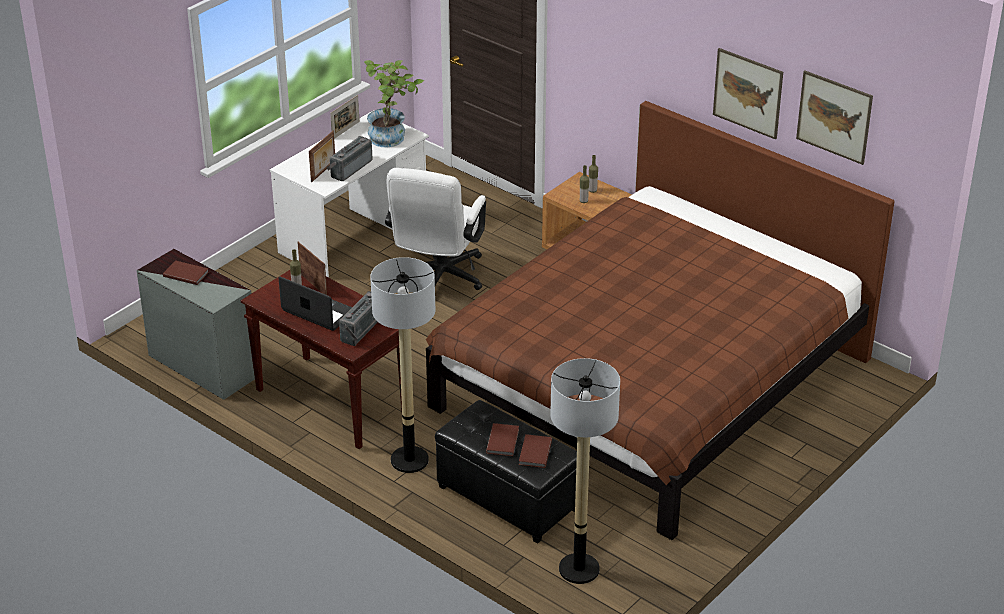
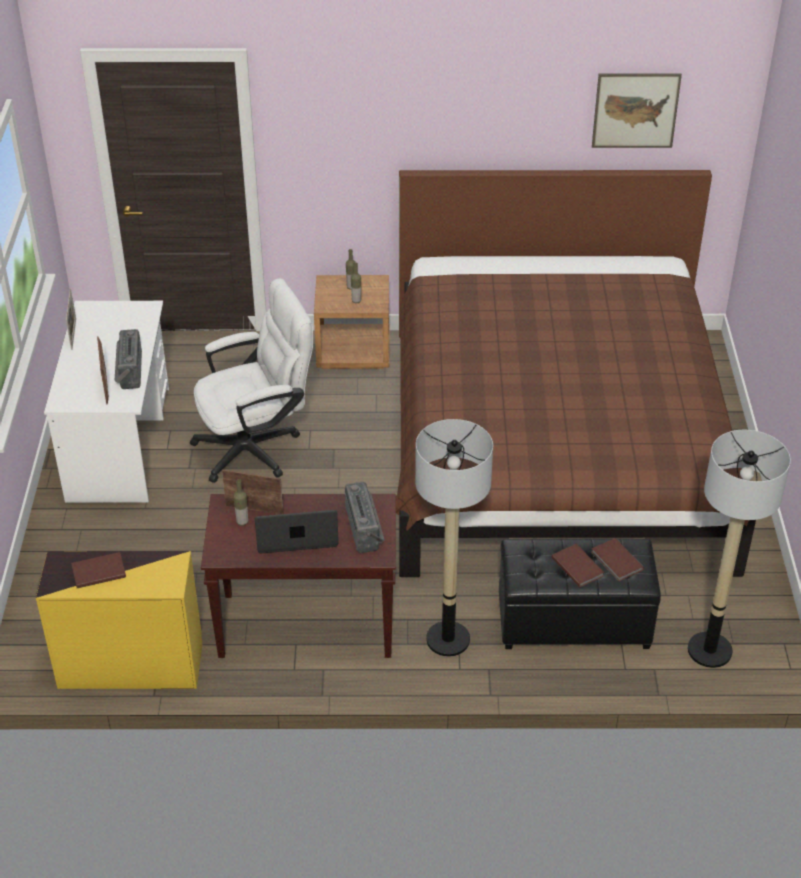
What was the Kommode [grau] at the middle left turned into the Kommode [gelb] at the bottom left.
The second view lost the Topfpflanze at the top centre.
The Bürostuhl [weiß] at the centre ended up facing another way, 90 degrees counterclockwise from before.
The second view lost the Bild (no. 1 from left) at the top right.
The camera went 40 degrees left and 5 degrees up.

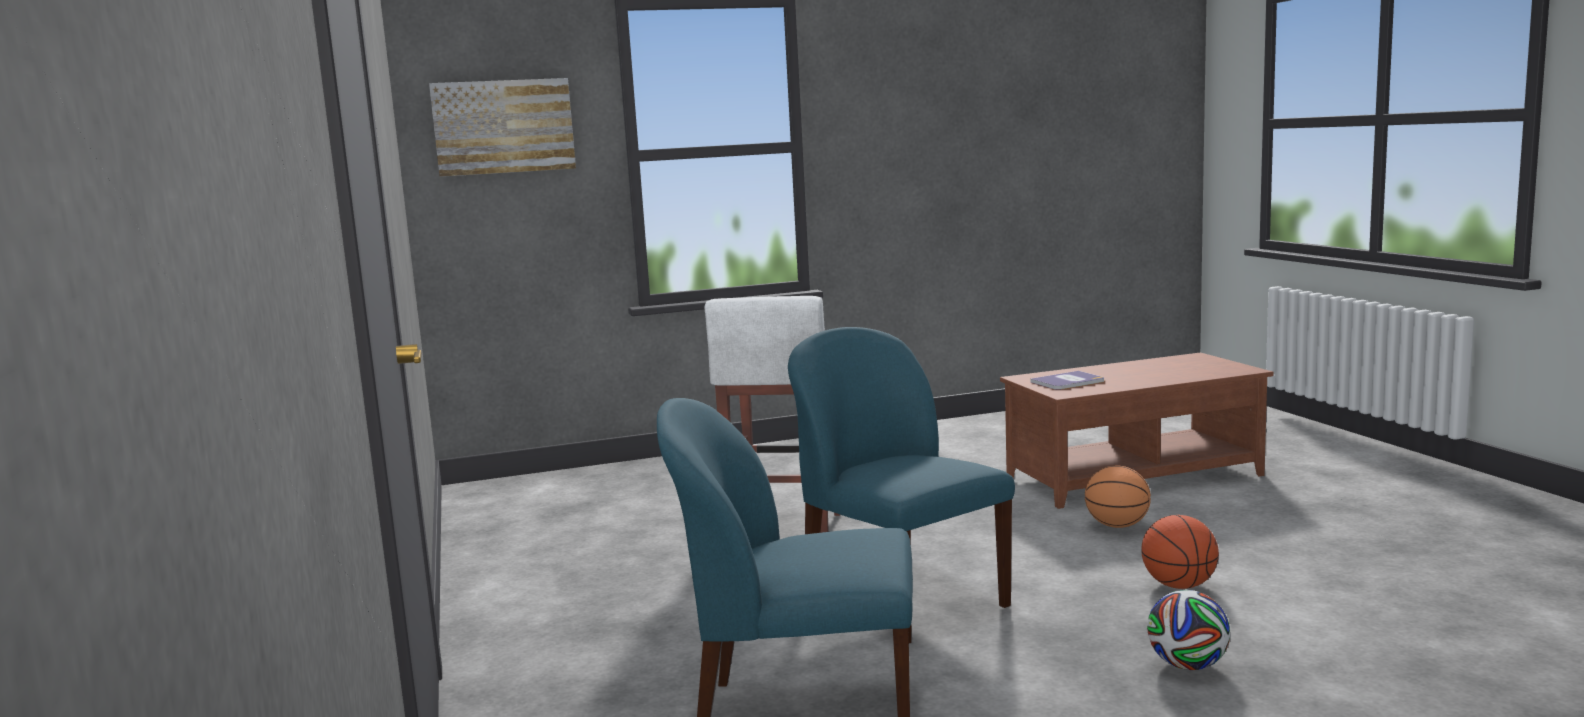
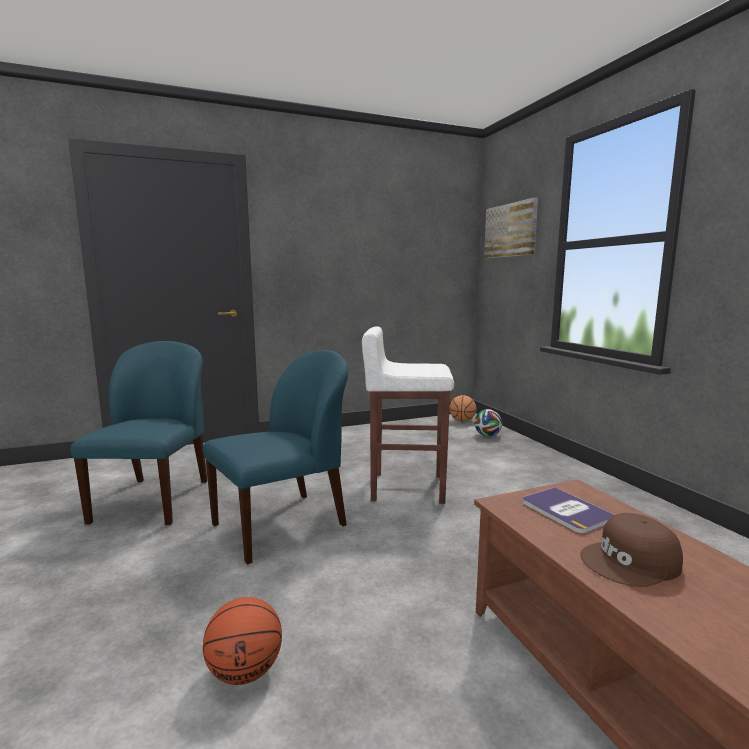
The Basketball (no. 1 from left in the first image) ended up elsewhere, having gone from the bottom right to the centre.
The Fußball ended up elsewhere, having gone from the bottom right to the centre.
The second view gained the Kappe [braun] at the bottom right.
The camera went 85 degrees right and 0 degrees up.

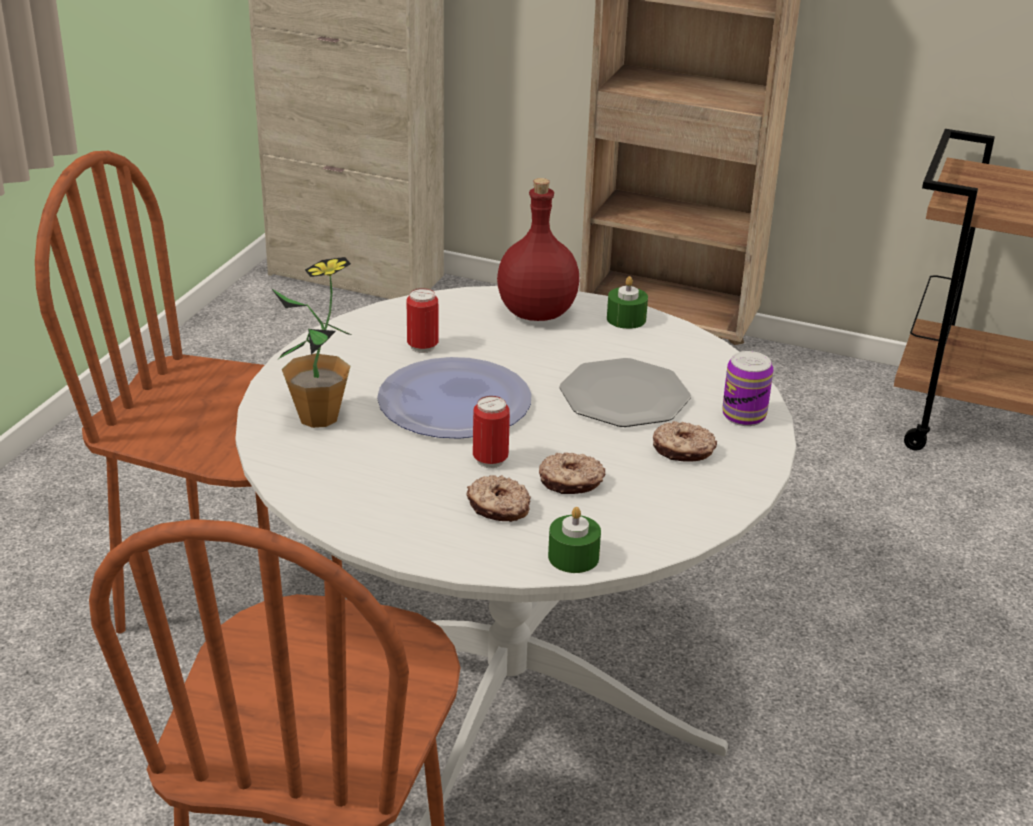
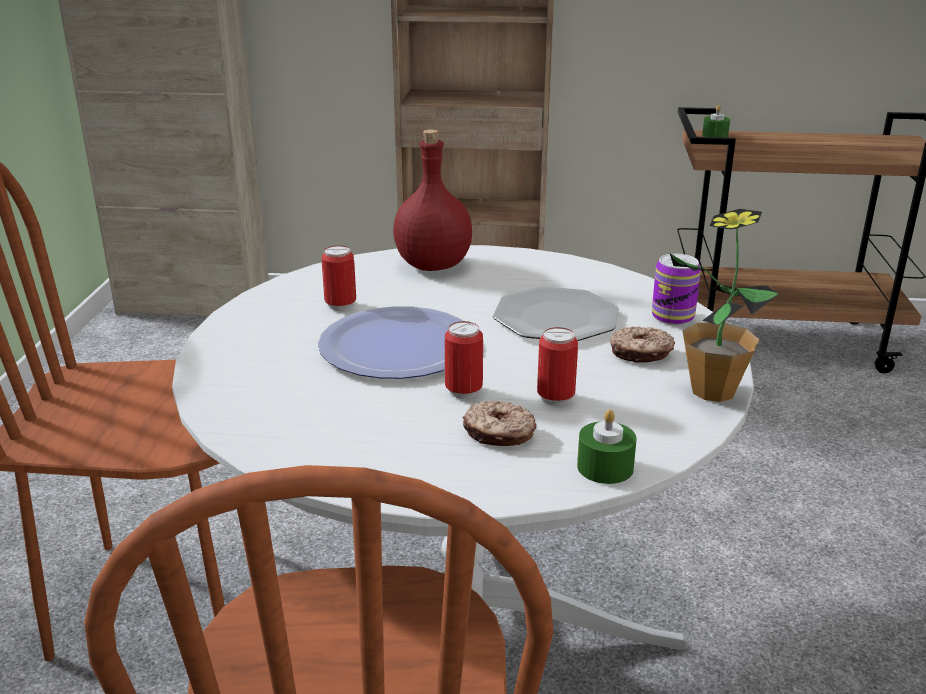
The Topfpflanze ended up elsewhere, having gone from the middle left to the middle right.
Where the Donut (no. 2 from left) stood at the centre, the Dose (no. 3 from left) came to stand at the centre.
The Kerze [grün] (no. 2 from left) ended up elsewhere, having gone from the centre to the top right.
The camera went 15 degrees left and 5 degrees down.

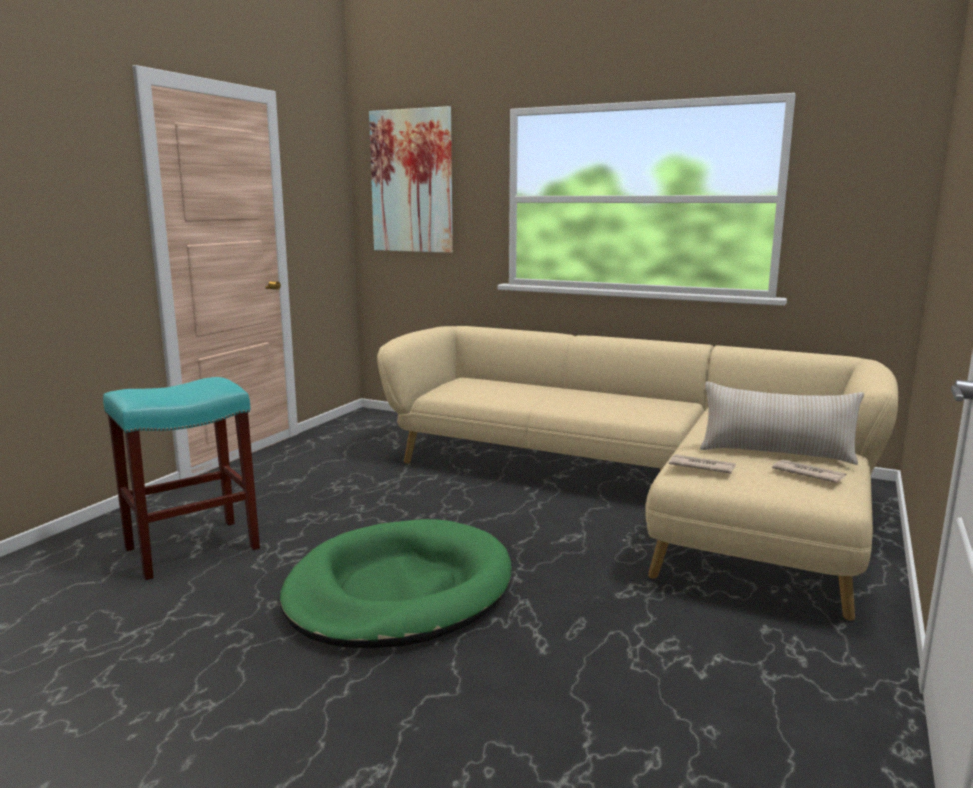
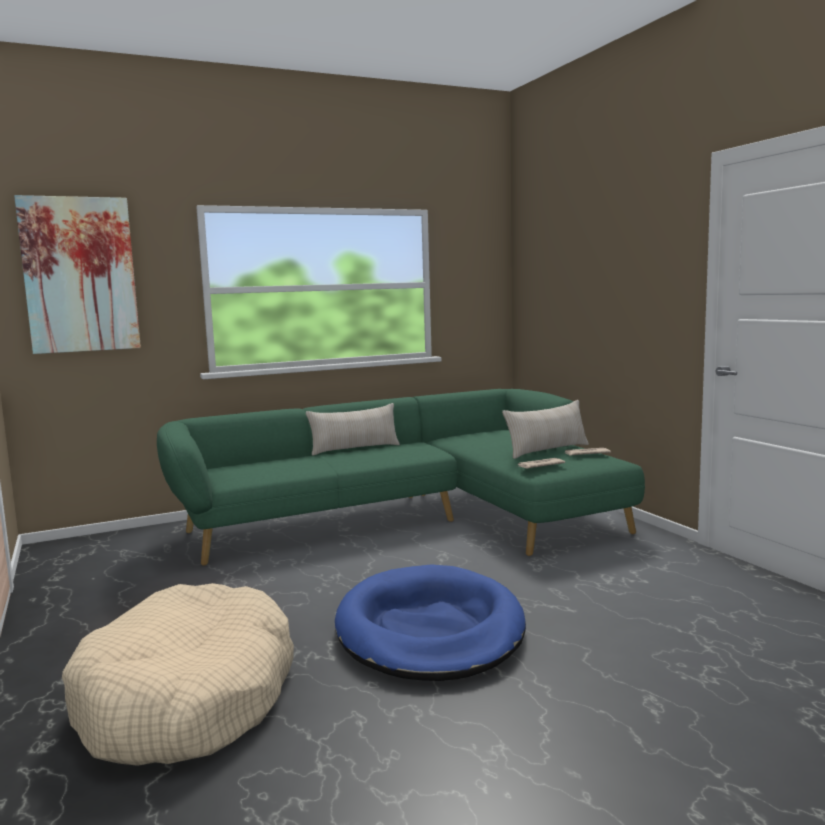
Where the Hocker [türkis] stood at the middle left, the Hundebett [beige] came to stand at the bottom left.
What was the Hundebett [grün] at the bottom centre turned into the Hundebett [blau] at the bottom centre.
What was the Sofa [beige] at the centre turned into the Sofa [grün] at the centre.
The second view gained the Kissen [beige] (no. 1 from left) at the centre.
The camera went 50 degrees left and 5 degrees down.

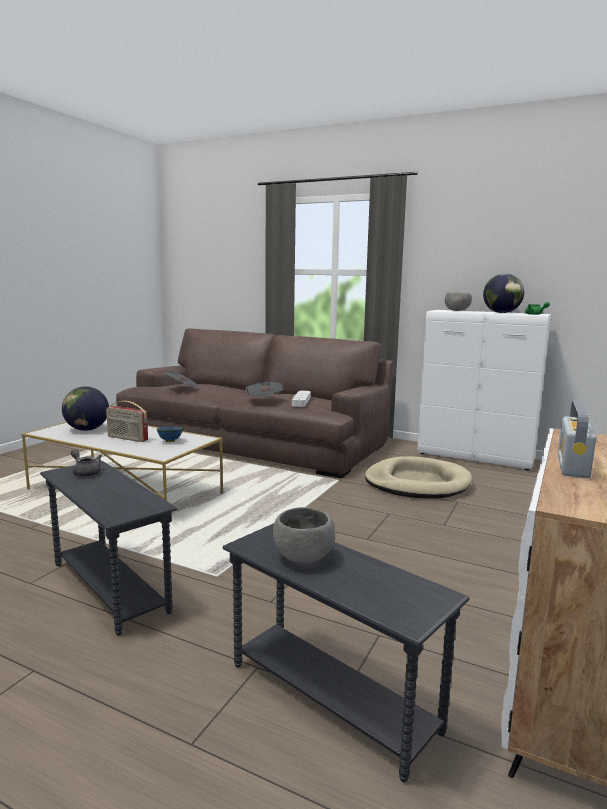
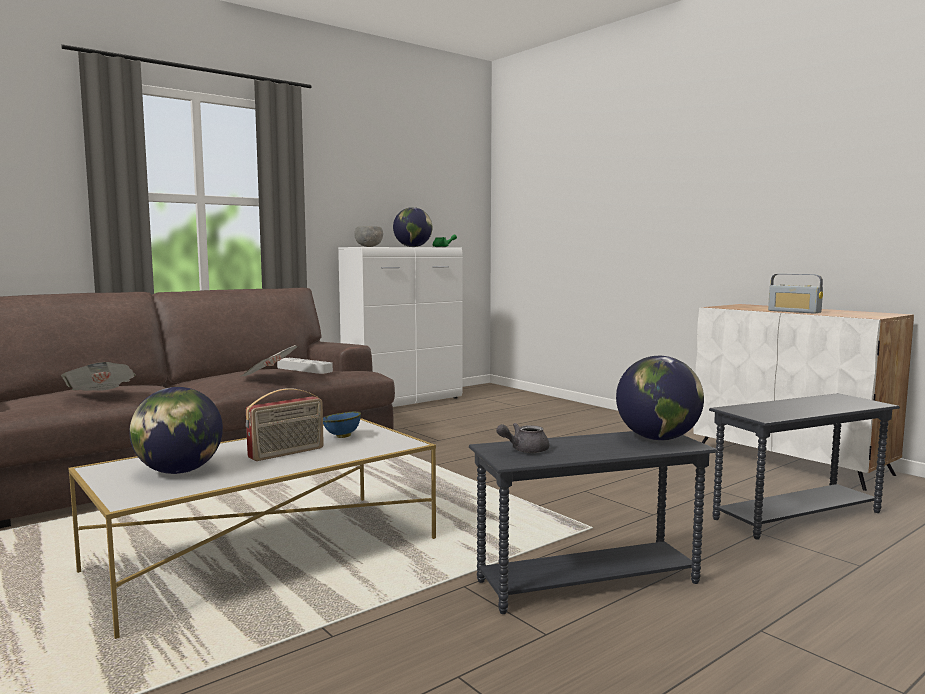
The second view lost the Schüssel [grau] (no. 1 from left) at the centre.
The second view lost the Hundebett [beige] at the middle right.
The second view gained the Globus (no. 3 from left) at the middle right.
The camera went 65 degrees left and 5 degrees down.

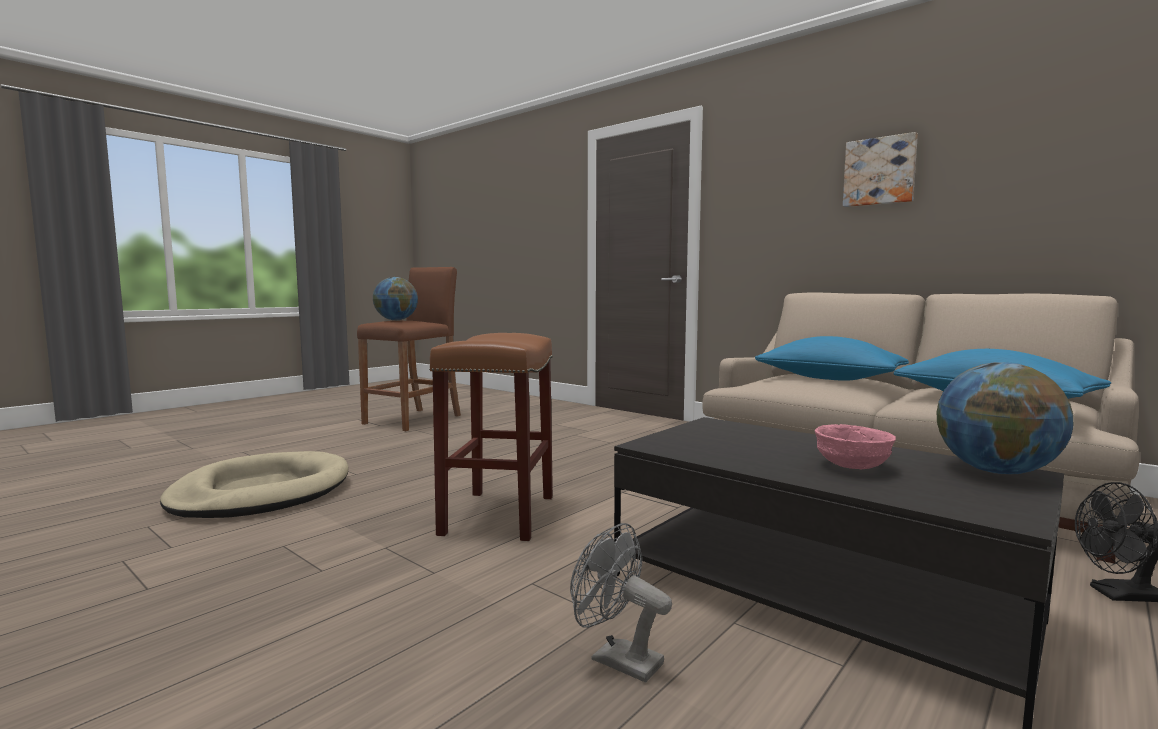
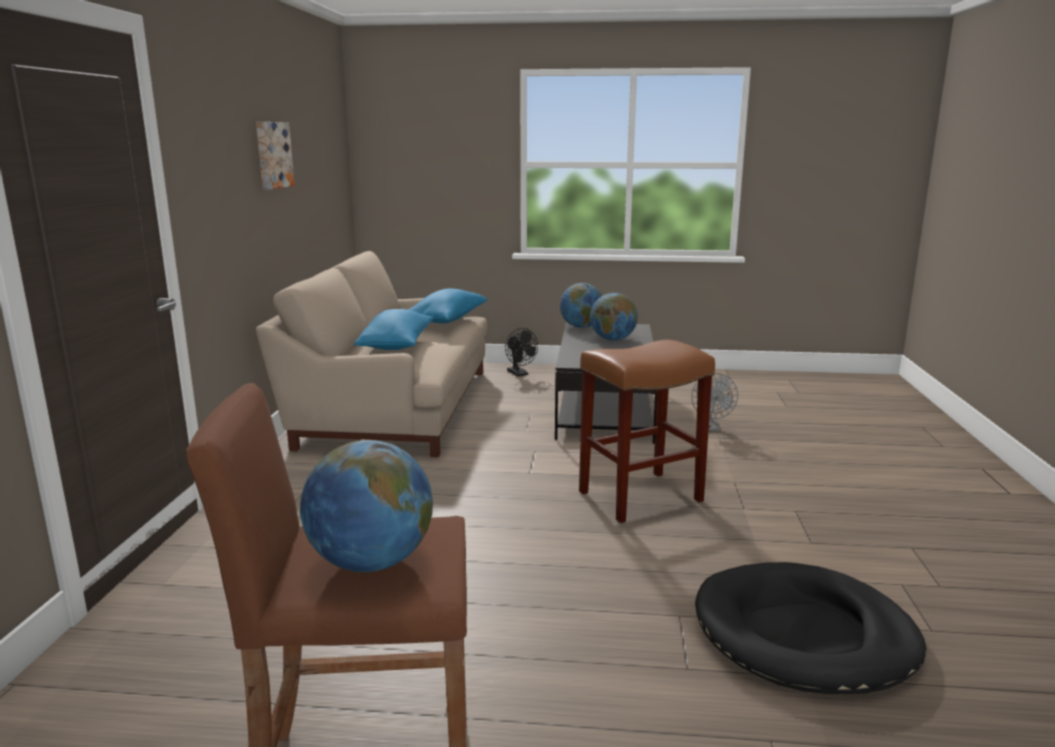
What was the Hundebett [beige] at the middle left turned into the Hundebett [schwarz] at the bottom right.
Where the Schüssel [rosa] stood at the middle right, the Globus (no. 3 from left) came to stand at the centre.
The camera went 125 degrees left and 10 degrees up.

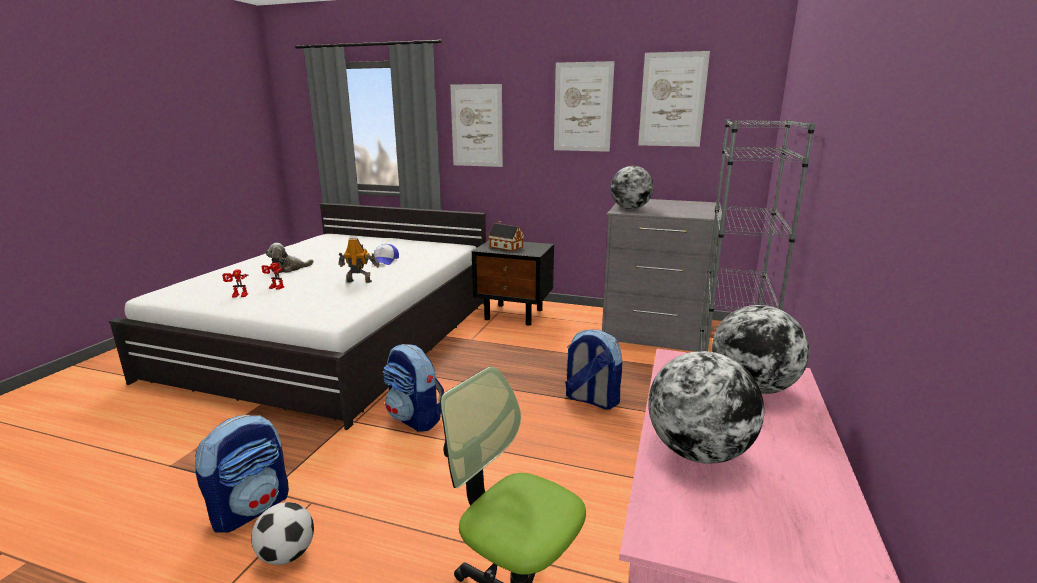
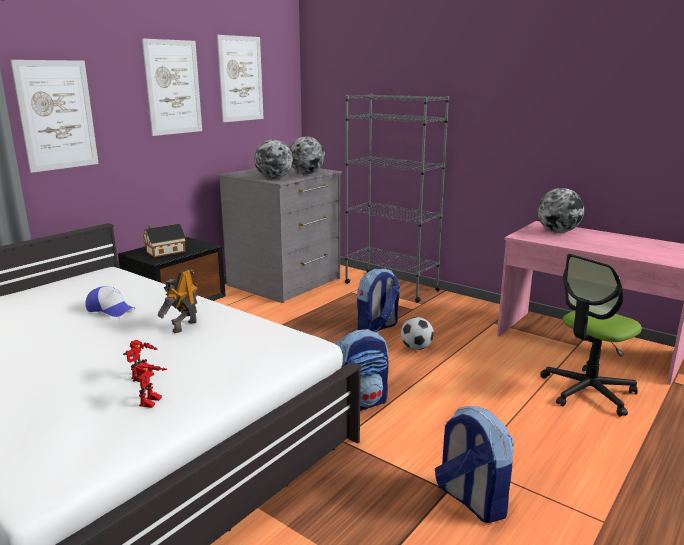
The Fußball ended up elsewhere, having gone from the bottom left to the centre.
The second view lost the Plüschtier at the middle left.
The Globus (no. 2 from left) ended up elsewhere, having gone from the bottom right to the top centre.
The camera went 70 degrees left and 0 degrees up.

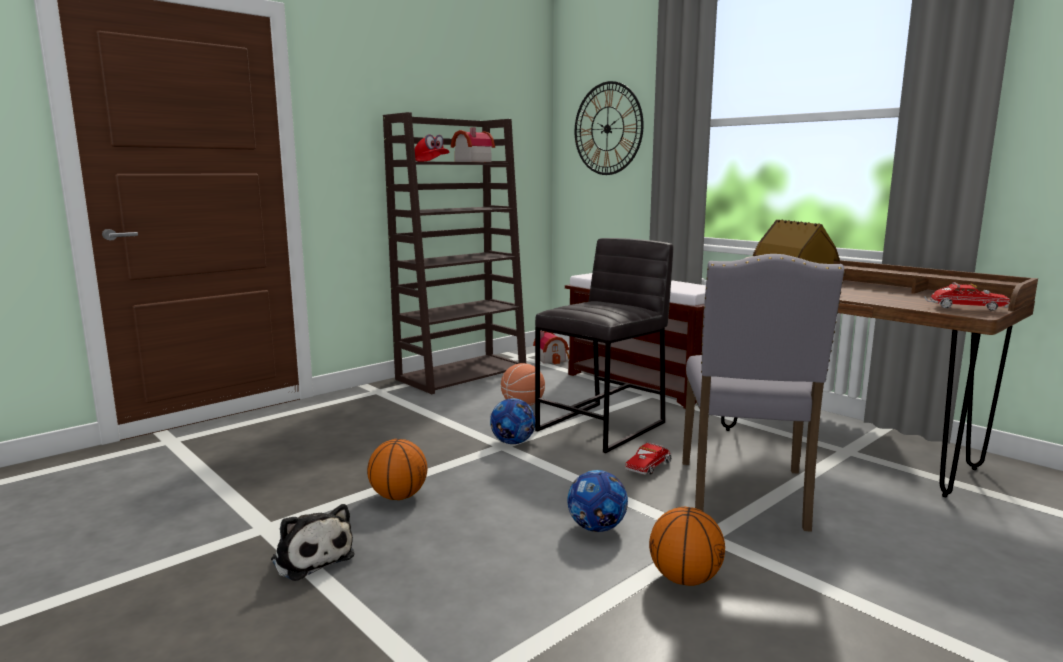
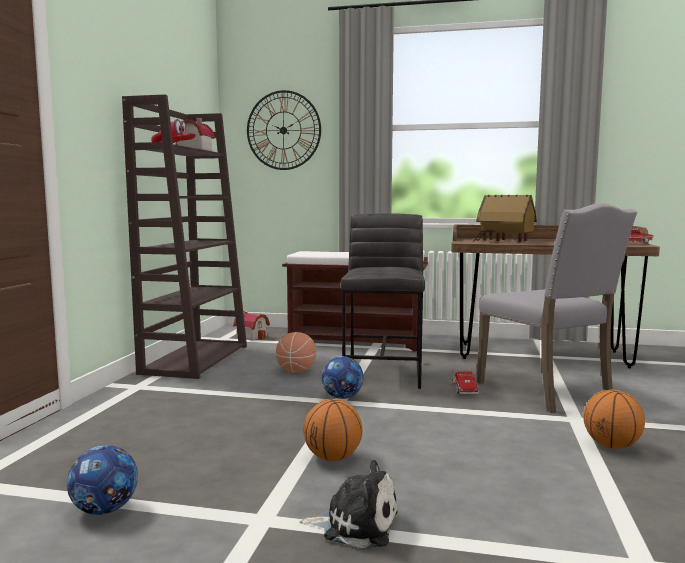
The Fußball (no. 2 from left in the first image) ended up elsewhere, having gone from the bottom centre to the bottom left.
The camera went 35 degrees left and 5 degrees down.

